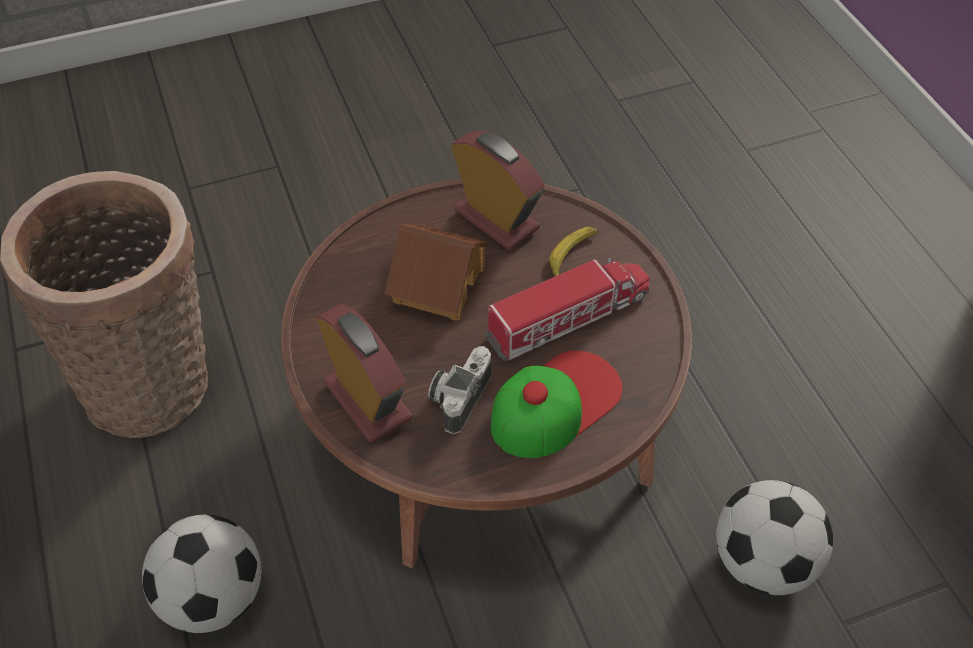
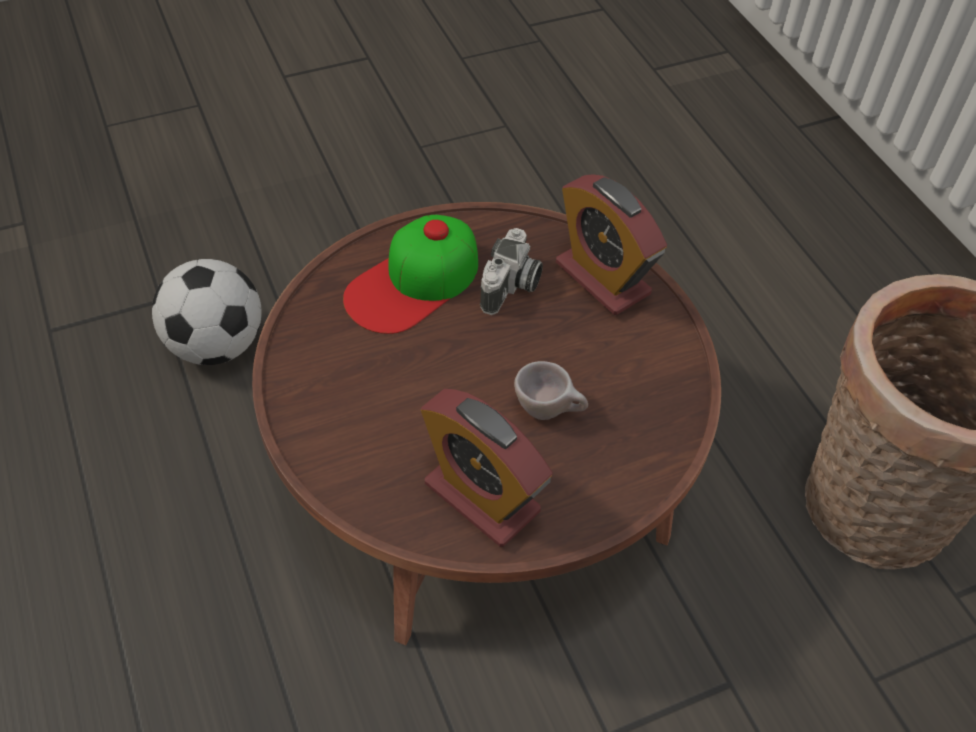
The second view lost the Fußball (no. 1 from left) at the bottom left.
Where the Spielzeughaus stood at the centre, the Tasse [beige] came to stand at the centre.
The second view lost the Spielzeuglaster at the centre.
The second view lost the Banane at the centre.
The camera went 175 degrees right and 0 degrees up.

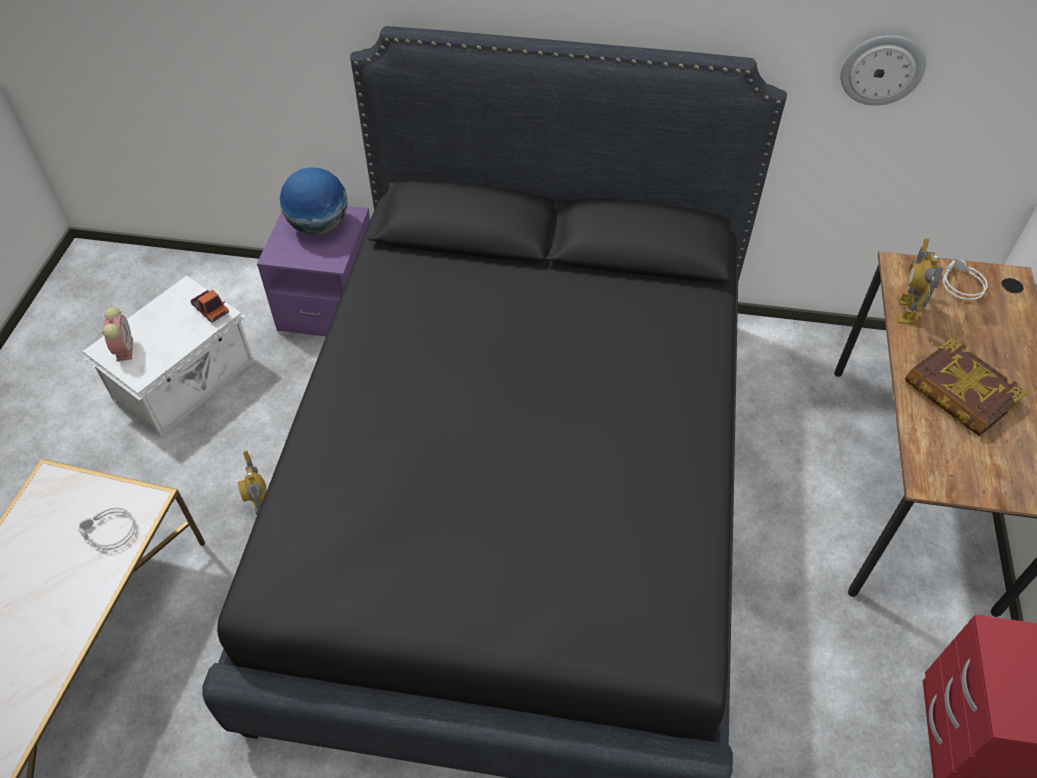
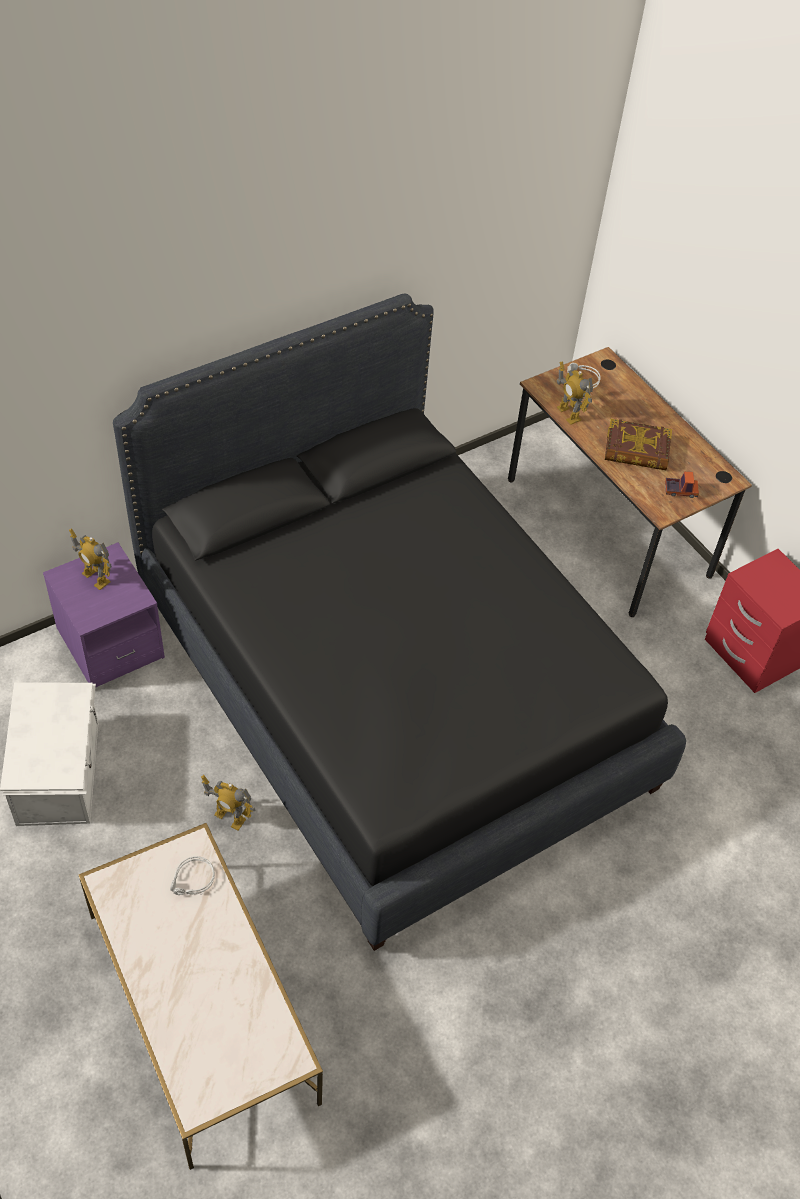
The second view lost the Wecker at the middle left.
The Spielzeuglaster ended up elsewhere, having gone from the middle left to the middle right.
Where the Globus stood at the top left, the Spielzeugroboter (no. 1 from left) came to stand at the middle left.
The second view lost the Wanduhr at the top right.
The camera went 45 degrees left and 0 degrees up.

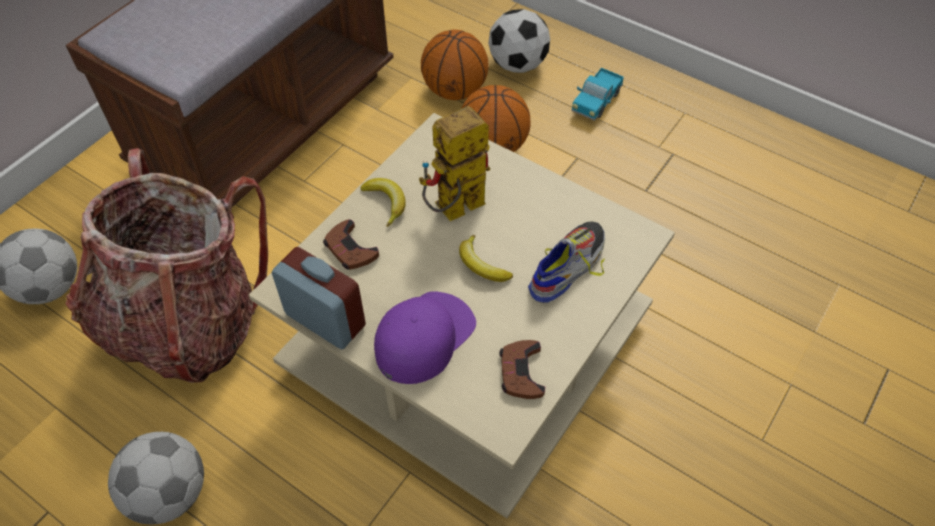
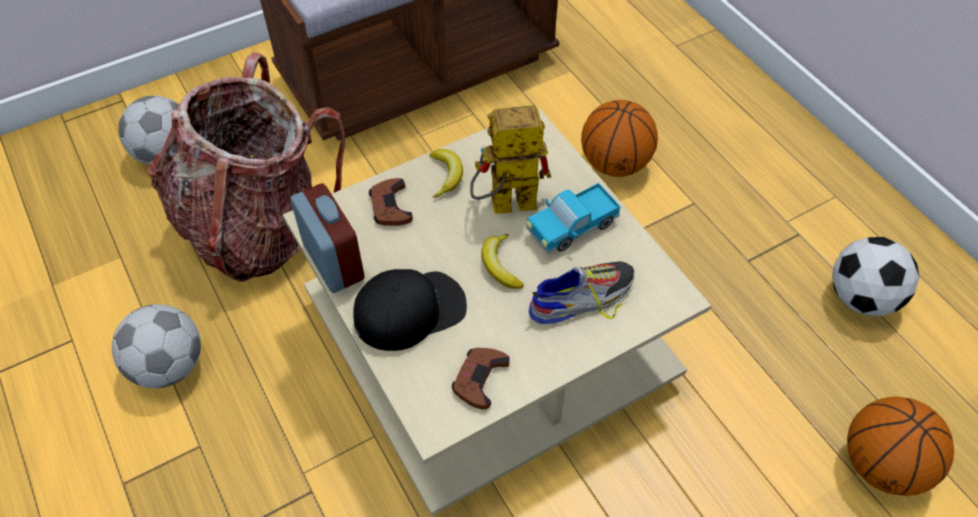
What was the Kappe [lila] at the centre turned into the Kappe [schwarz] at the centre.
The Basketball (no. 1 from left in the first image) ended up elsewhere, having gone from the top centre to the bottom right.
The Fußball (no. 3 from left) ended up elsewhere, having gone from the top centre to the middle right.
The Spielzeuglaster ended up elsewhere, having gone from the top centre to the centre.
The camera went 25 degrees right and 0 degrees up.

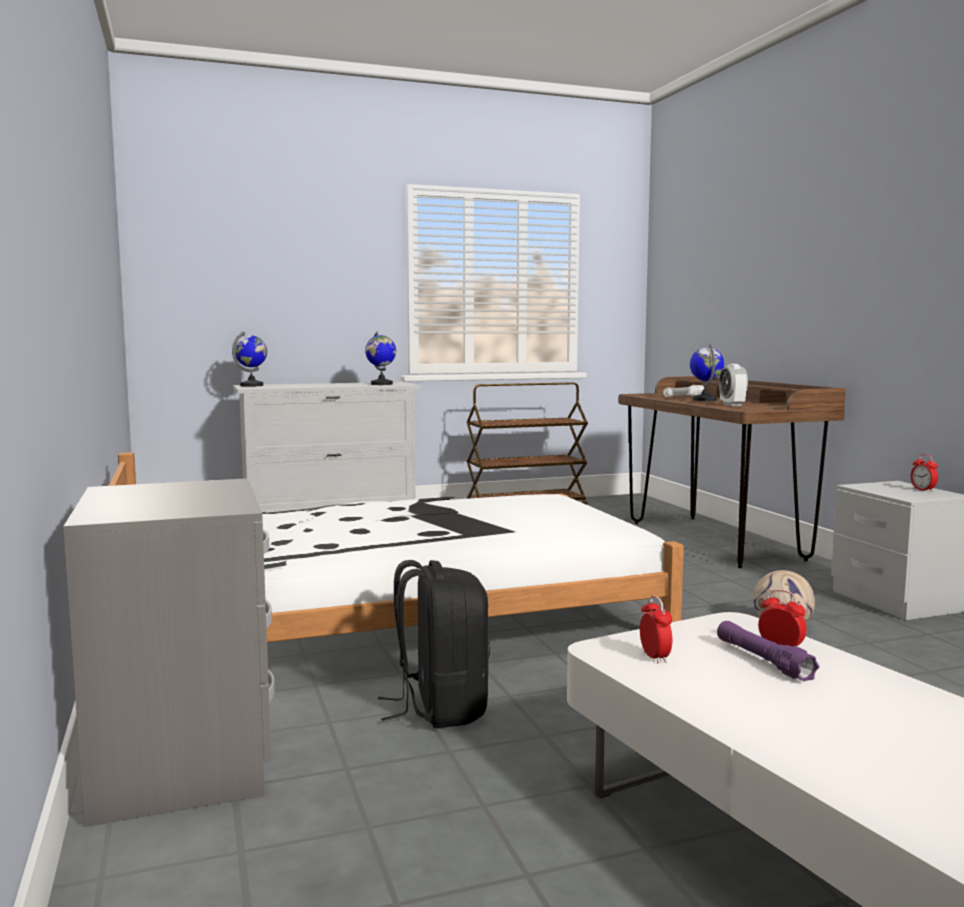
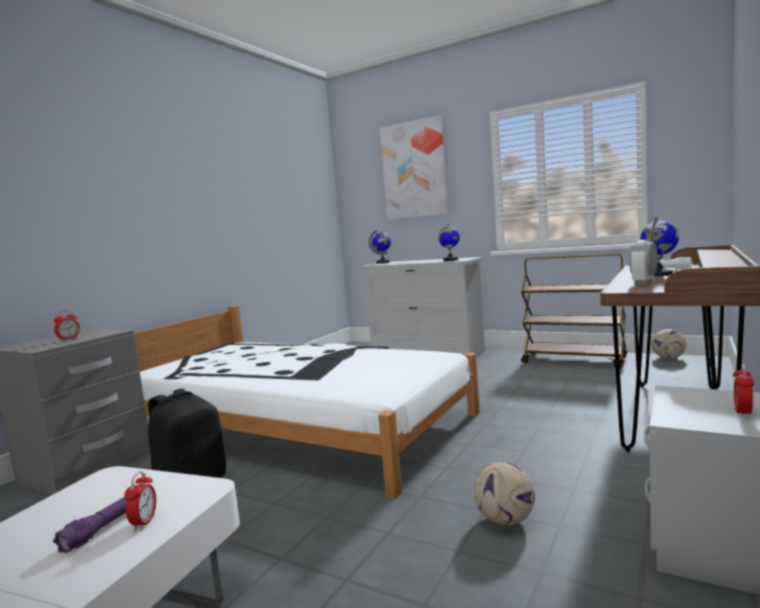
The Wecker (no. 1 from left) ended up elsewhere, having gone from the bottom right to the middle left.
The second view gained the Bild at the top centre.
The second view gained the Fußball (no. 2 from left) at the middle right.
The camera went 50 degrees right and 0 degrees up.

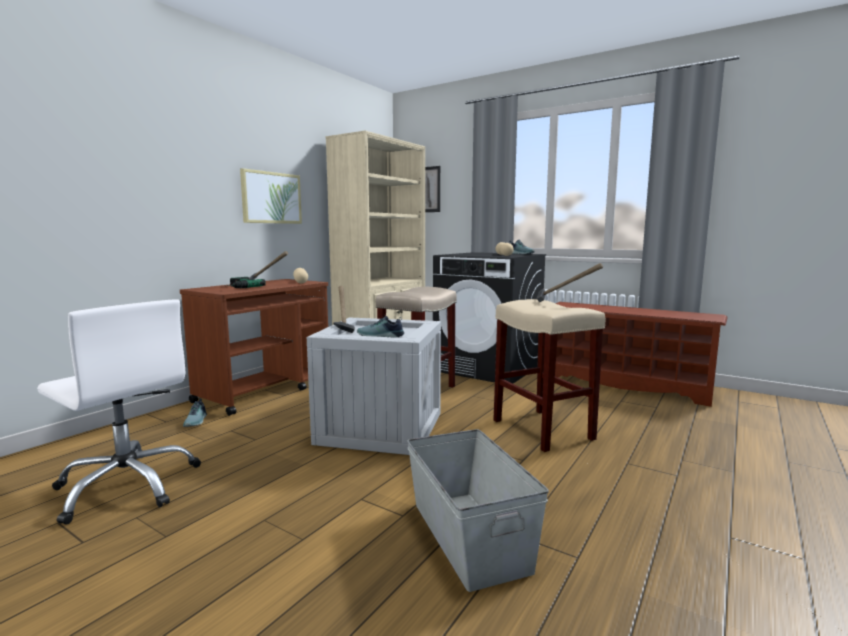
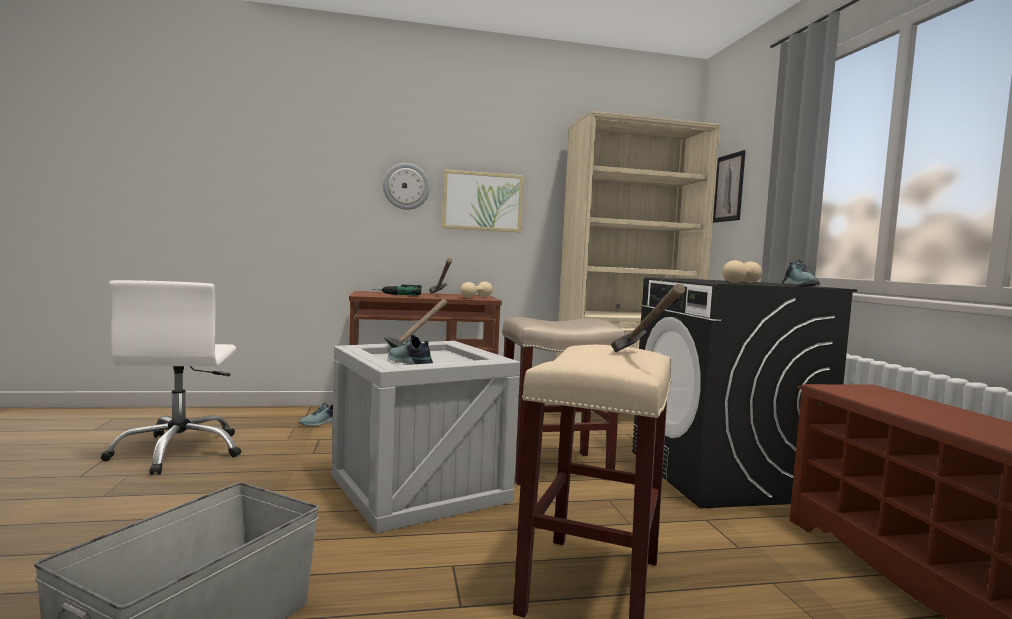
The second view gained the Wanduhr at the top centre.
The camera went 45 degrees right and 5 degrees down.

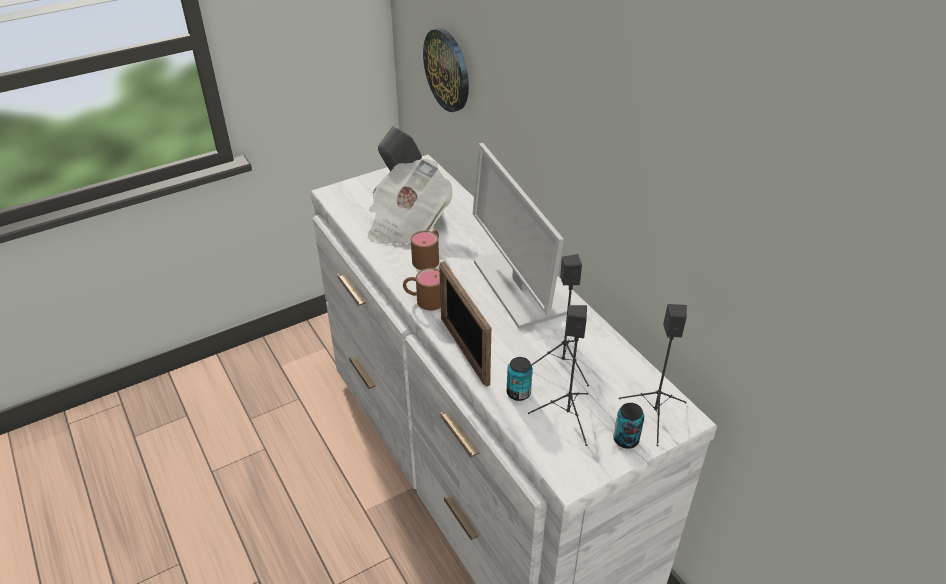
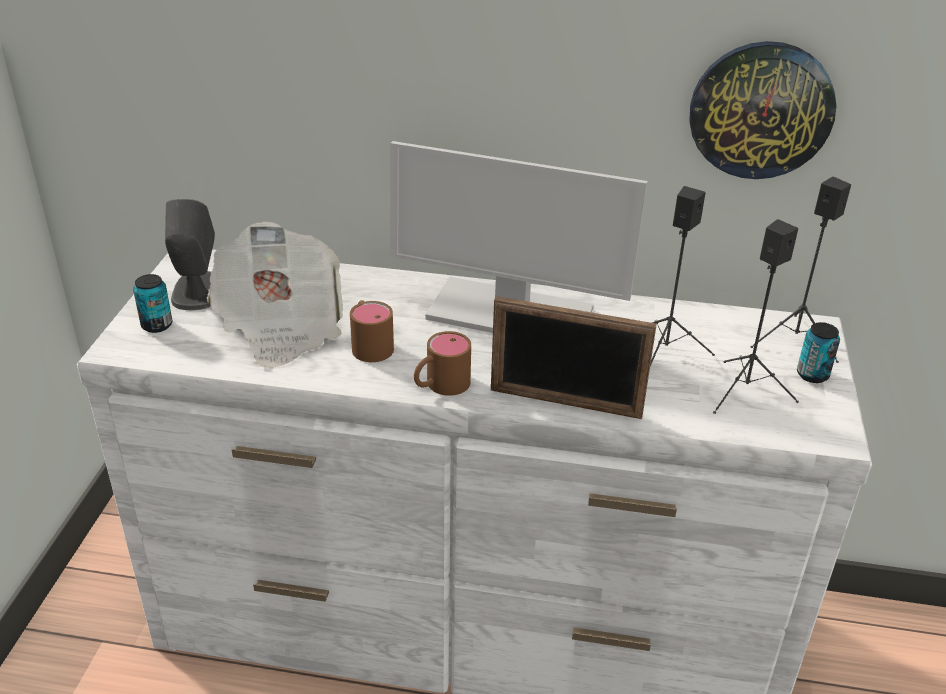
The Wanduhr ended up elsewhere, having gone from the top centre to the top right.
The Dose (no. 1 from left) ended up elsewhere, having gone from the centre to the middle left.
The camera went 50 degrees left and 5 degrees down.

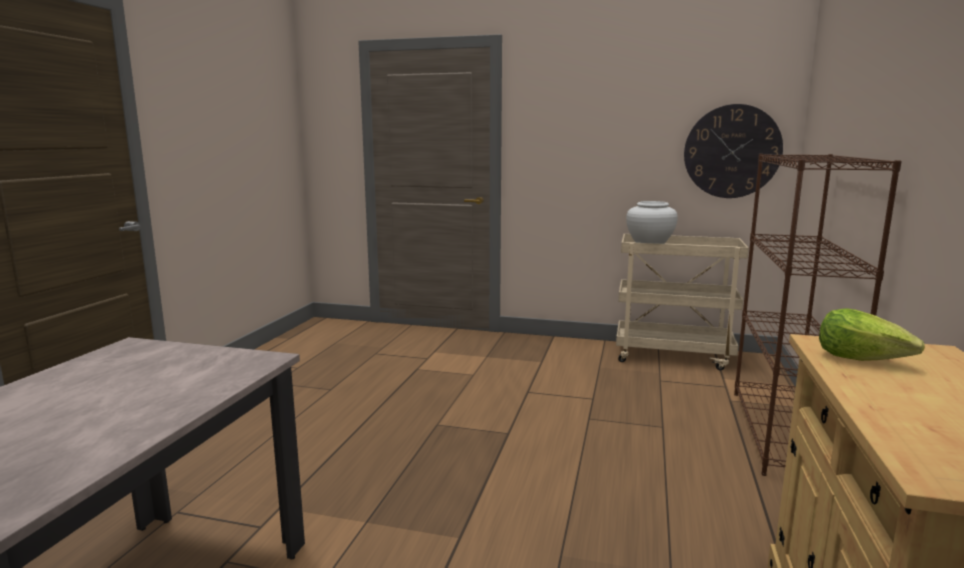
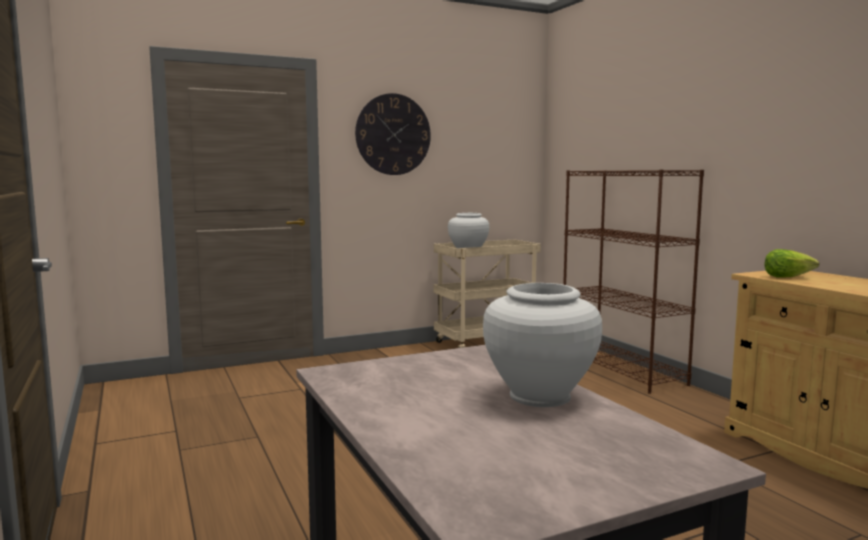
The Wanduhr ended up elsewhere, having gone from the top right to the top centre.
The second view gained the Vase [weiß] (no. 2 from left) at the centre.
The camera went 40 degrees left and 5 degrees down.

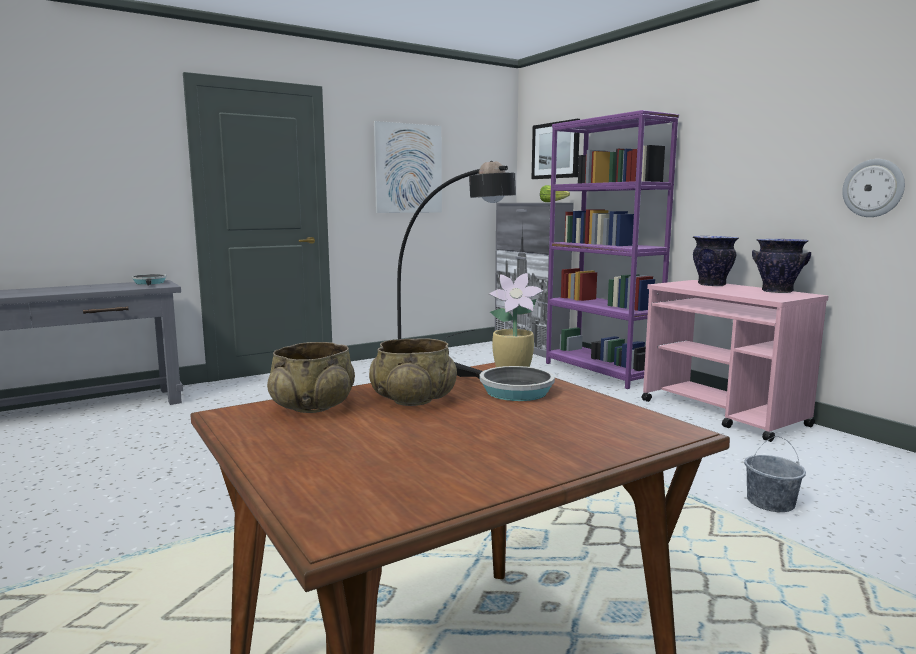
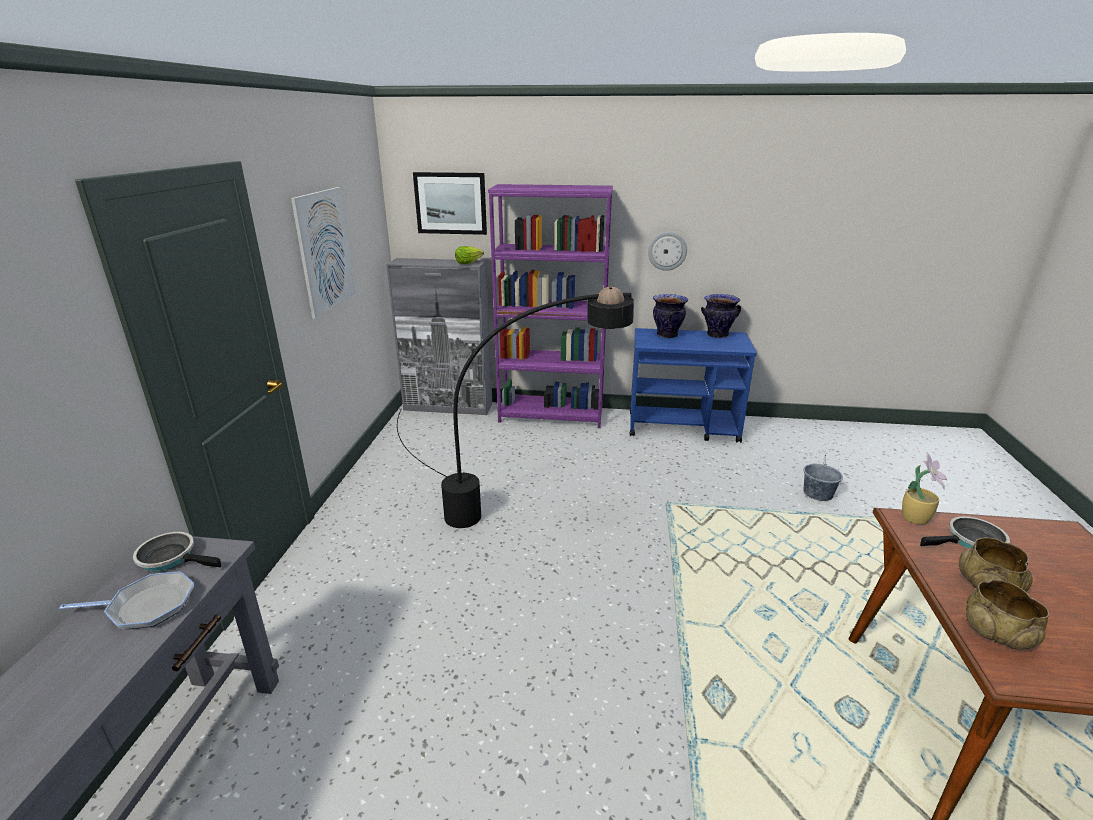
What was the Rollwagen [rosa] at the middle right turned into the Rollwagen [blau] at the centre.
The Wanduhr ended up elsewhere, having gone from the top right to the top centre.
The second view gained the Pfanne (no. 1 from left) at the bottom left.
The camera went 50 degrees left and 15 degrees up.

